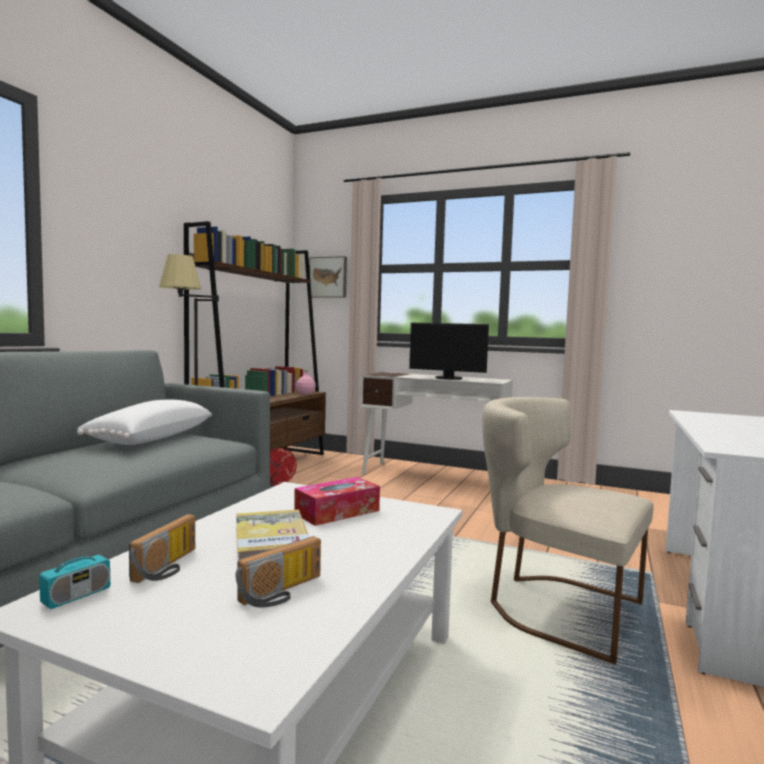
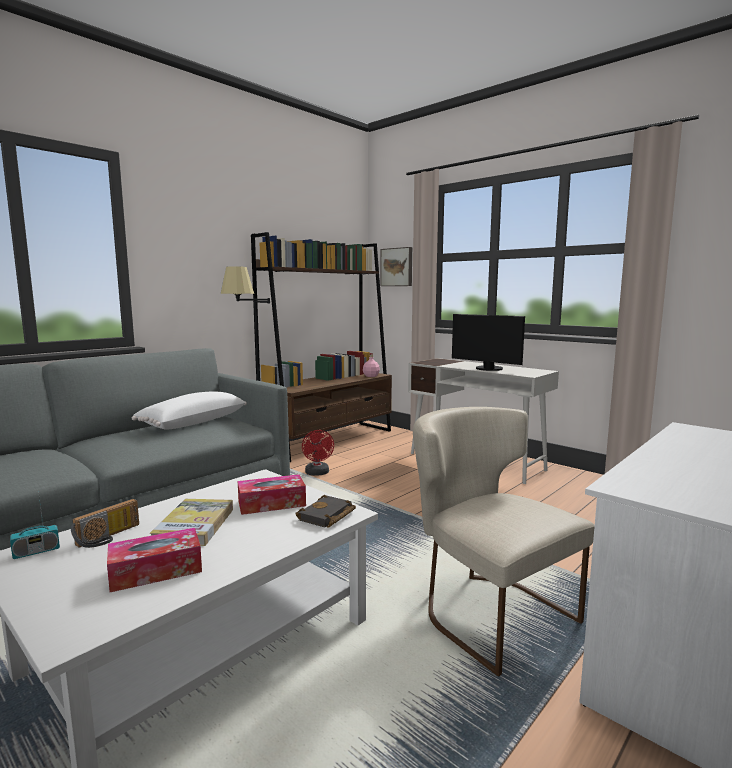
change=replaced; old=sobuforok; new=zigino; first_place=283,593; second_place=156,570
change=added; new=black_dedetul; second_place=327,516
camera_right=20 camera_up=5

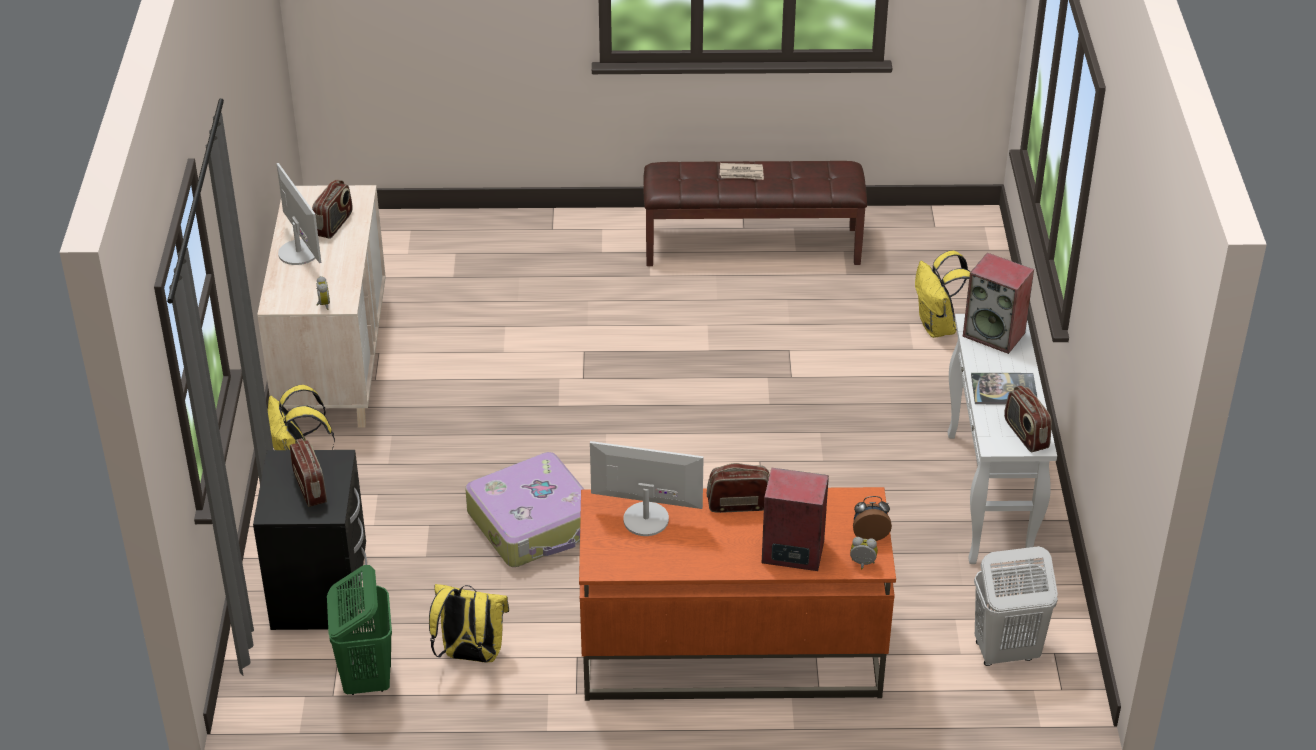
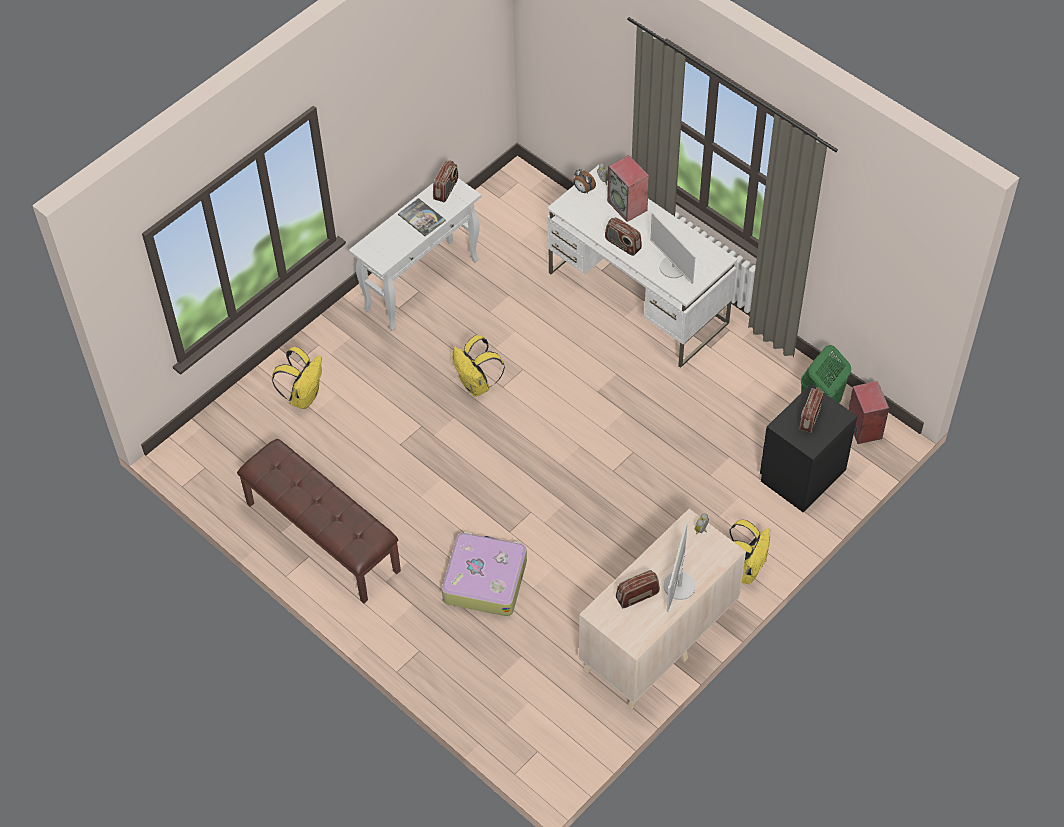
change=removed; old=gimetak; first_place=741,173
change=moved; old=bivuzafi; first_place=995,334; second_place=863,427
change=moved; old=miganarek; first_place=534,523; second_place=484,580
change=recoloured; old=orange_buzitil; new=white_buzitil; first_place=729,653; second_place=638,298
change=removed; old=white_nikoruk; first_place=1005,652
change=moved; old=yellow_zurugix; first_place=470,655; second_place=477,385
camera_right=-135 camera_up=15

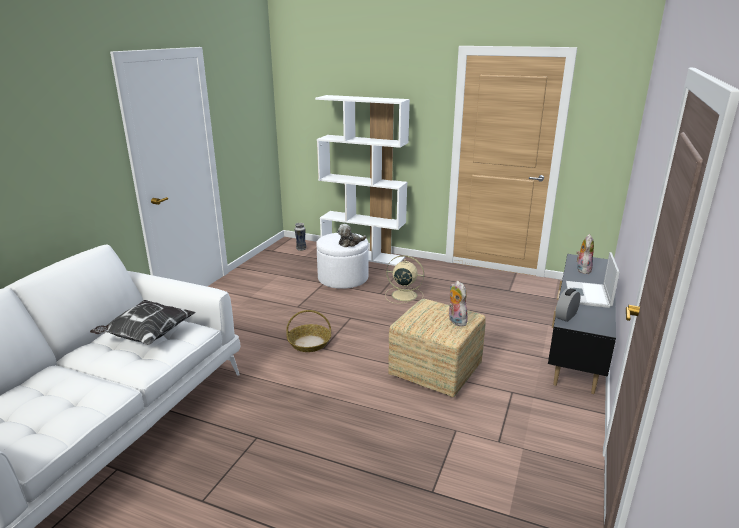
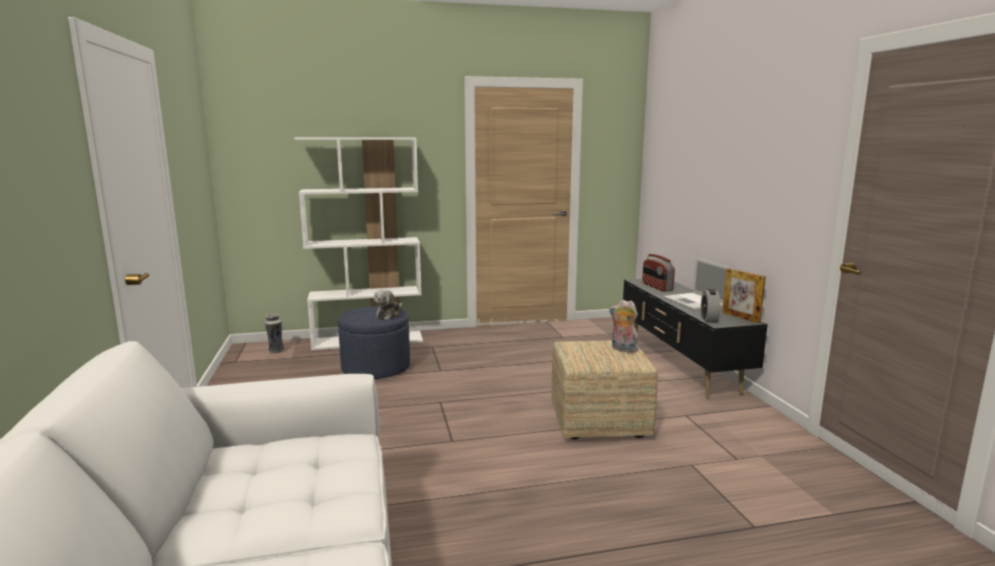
change=recoloured; old=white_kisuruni; new=blue_kisuruni; first_place=343,278; second_place=376,367
change=replaced; old=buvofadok; new=sobuforok; first_place=582,269; second_place=656,287
change=removed; old=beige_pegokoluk; first_place=403,295
change=removed; old=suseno; first_place=146,336
change=removed; old=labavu; first_place=309,343
change=added; new=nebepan; second_place=740,317
camera_right=-35 camera_up=-10

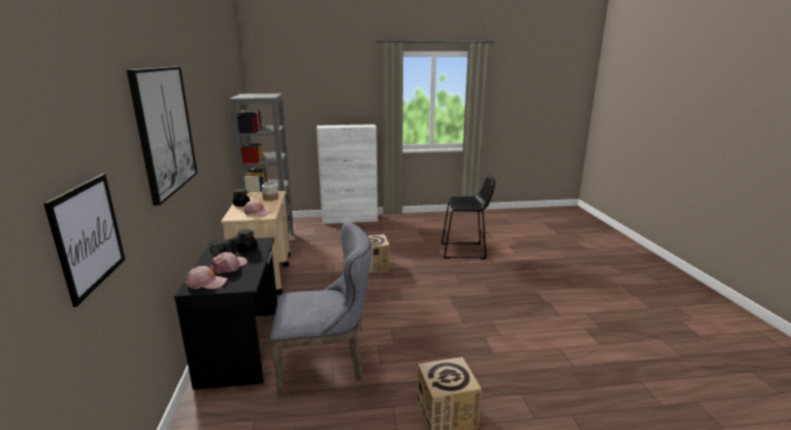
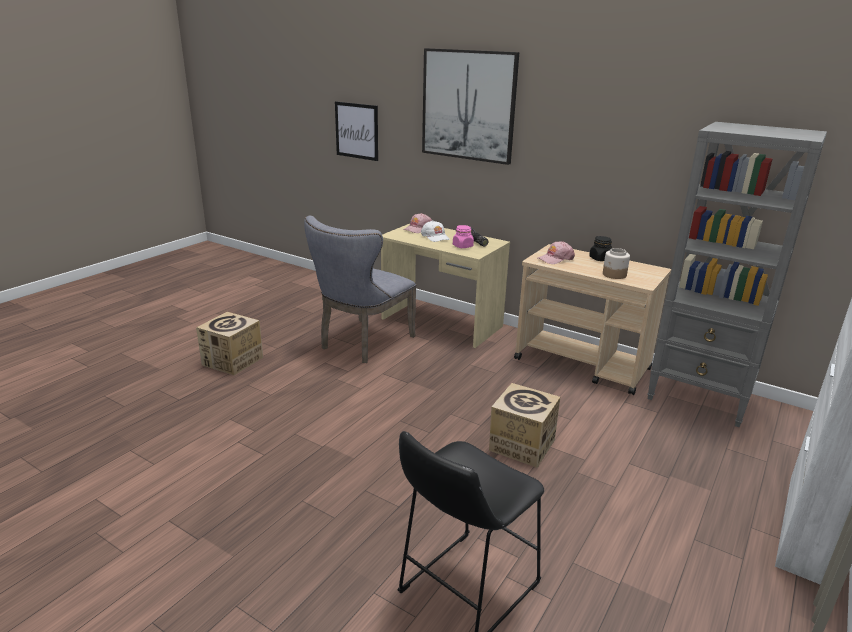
change=recoloured; old=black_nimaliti; new=pink_nimaliti; first_place=247,249; second_place=463,246
change=recoloured; old=black_buzitil; new=beige_buzitil; first_place=242,346; second_place=441,323
change=recoloured; old=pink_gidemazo; new=white_gidemazo; first_place=229,266; second_place=435,237
camera_right=130 camera_up=5

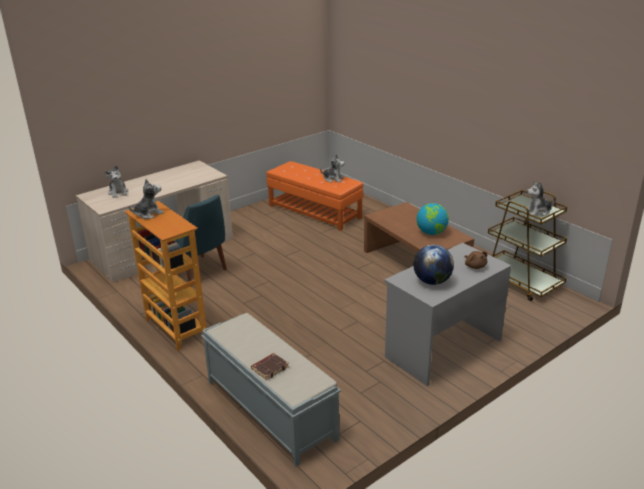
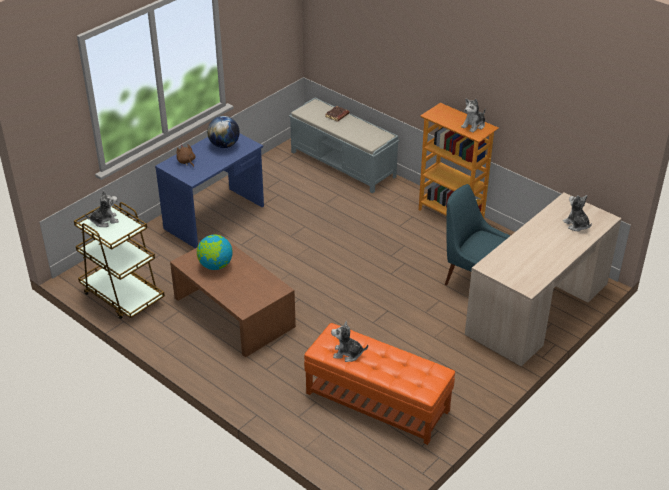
change=recoloured; old=grey_buzitil; new=blue_buzitil; first_place=442,348; second_place=215,218
camera_right=170 camera_up=10

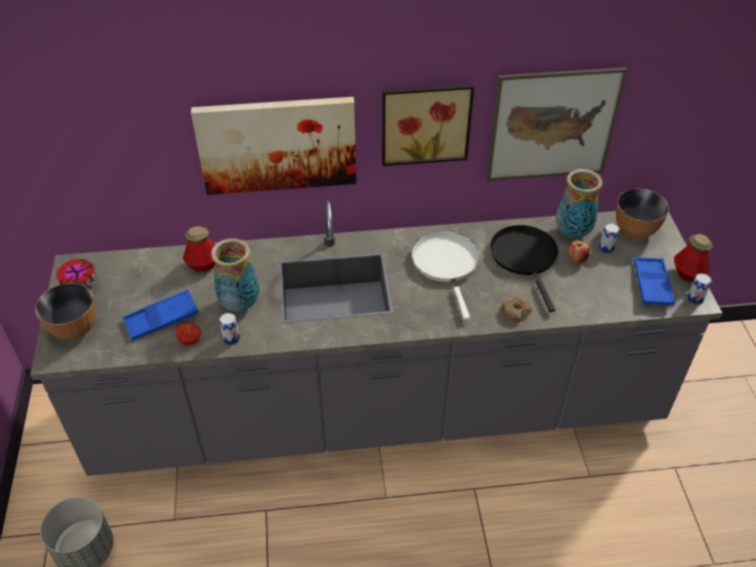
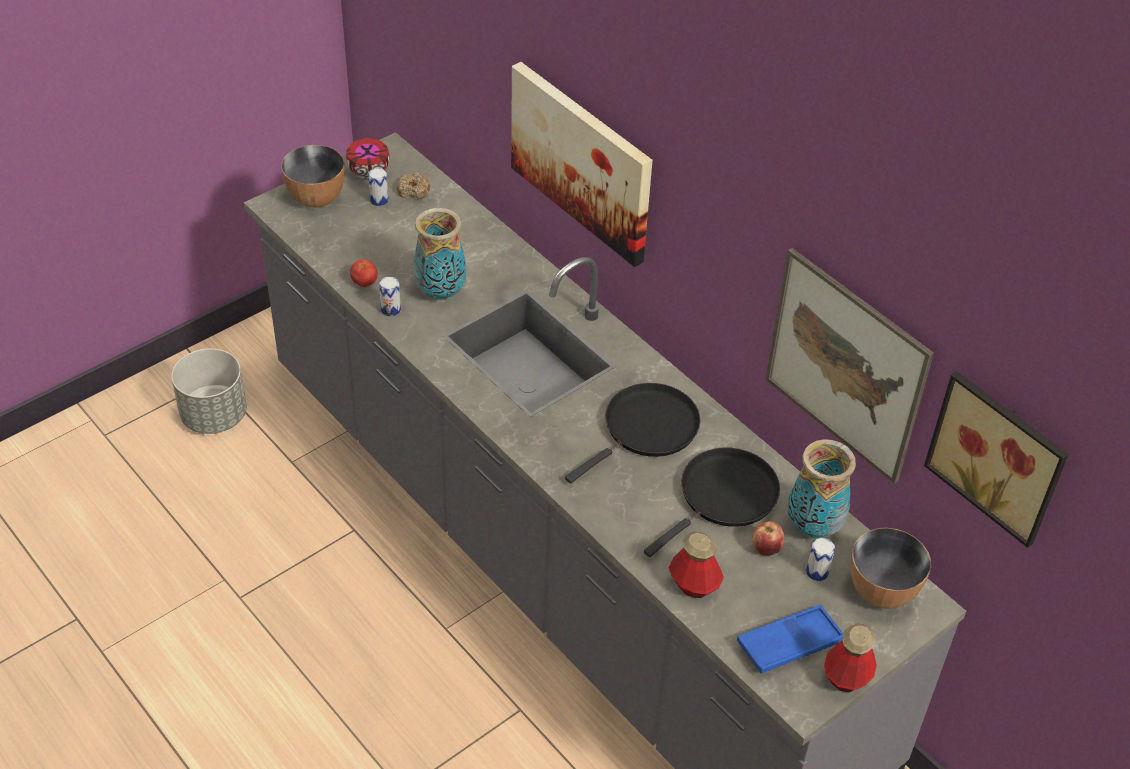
change=moved; old=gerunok; first_place=425,122; second_place=999,455
change=moved; old=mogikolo; first_place=203,265; second_place=694,585
change=recoloured; old=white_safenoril; new=black_safenoril; first_place=446,264; second_place=646,429
change=moved; old=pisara; first_place=695,299; second_place=379,200
change=removed; old=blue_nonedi; first_place=161,319
change=moved; old=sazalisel; first_place=516,312; second_place=414,191
camera_right=55 camera_up=0

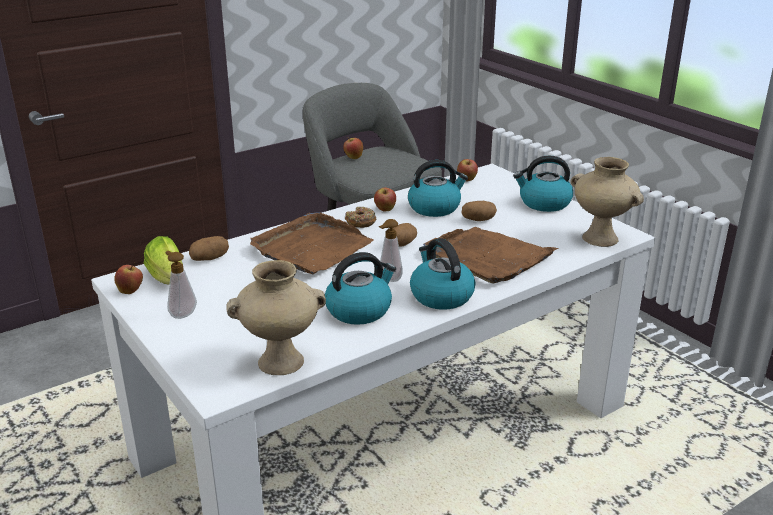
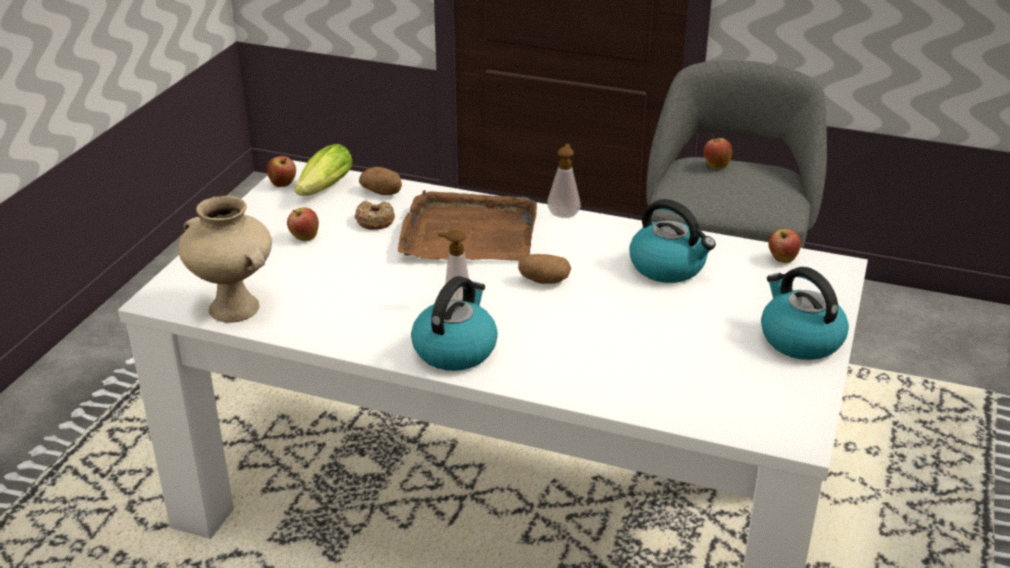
change=removed; old=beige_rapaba; first_place=601,238
change=moved; old=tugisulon; first_place=385,210; second_place=304,238
change=removed; old=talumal; first_place=478,220
change=moved; old=sazalisel; first_place=361,222; second_place=374,221
change=removed; old=brown_nonedi; first_place=488,257
change=moved; old=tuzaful; first_place=182,314; second_place=563,214
change=removed; old=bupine; first_place=359,310
camera_right=55 camera_up=5

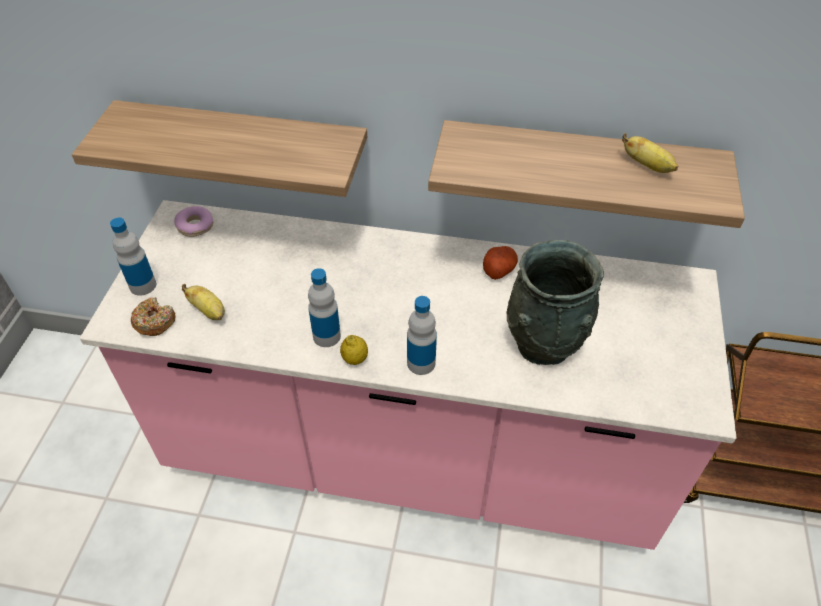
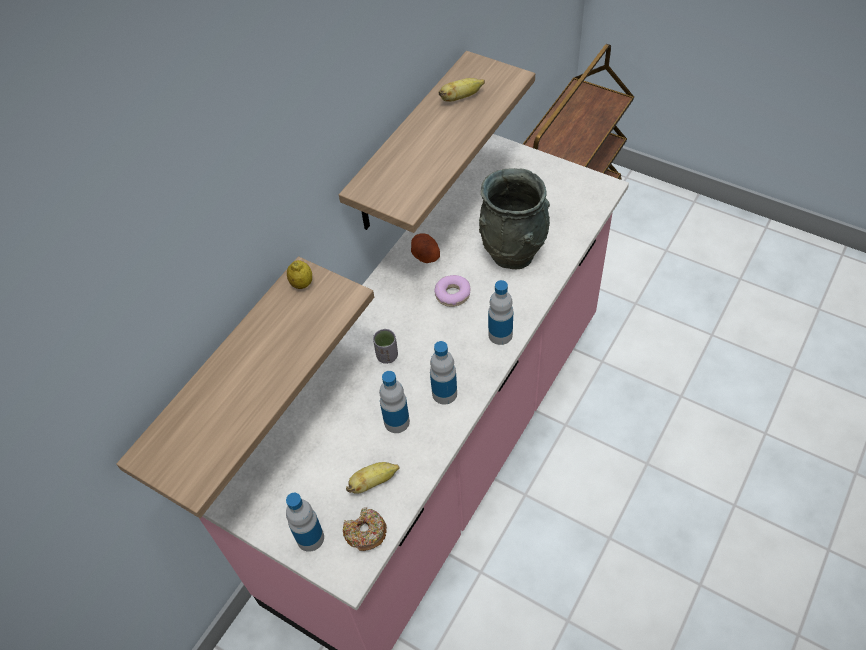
change=moved; old=sazalisel; first_place=195,226; second_place=453,294
change=moved; old=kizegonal; first_place=355,359; second_place=302,284
change=added; new=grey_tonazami; second_place=387,356
change=added; new=mogikolo; second_place=396,421
camera_right=-65 camera_up=5

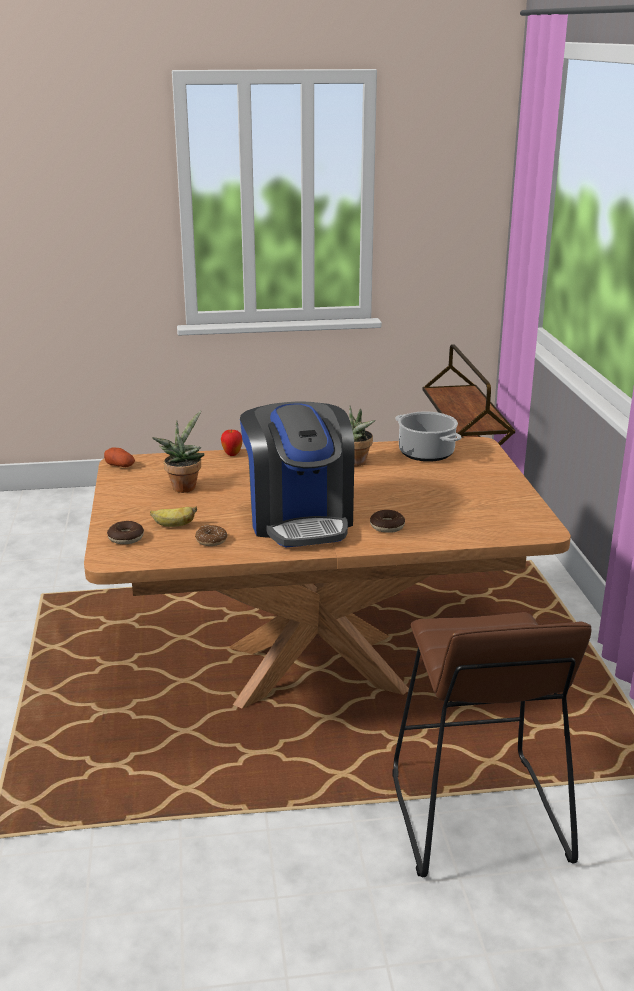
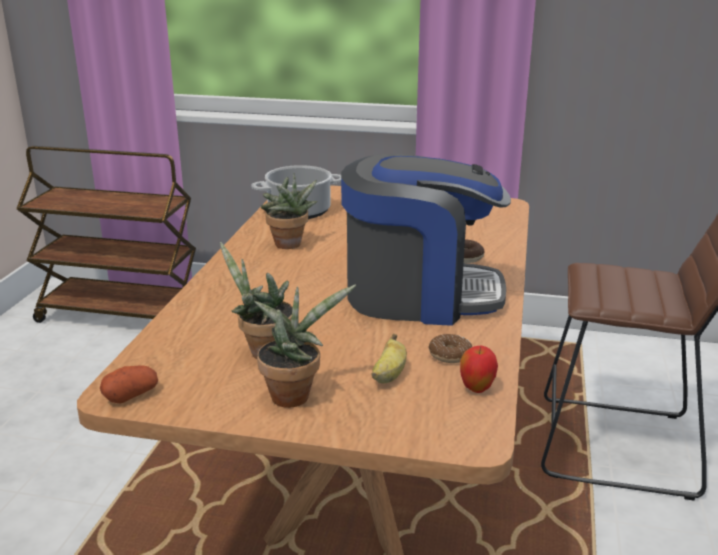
change=moved; old=tugisulon; first_place=232,454; second_place=476,389
change=removed; old=sazalisel; first_place=126,538
change=added; new=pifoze; second_place=294,394
camera_right=-70 camera_up=0

